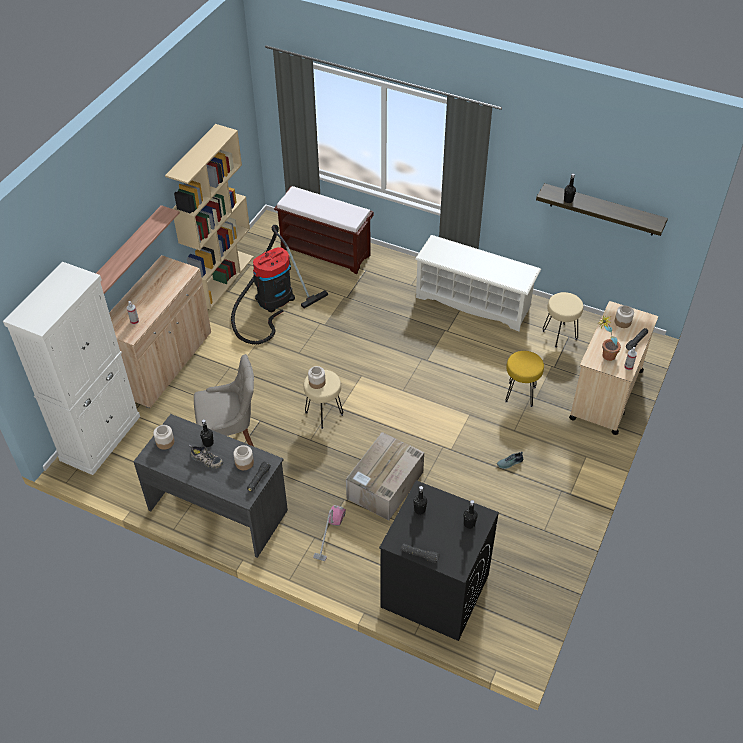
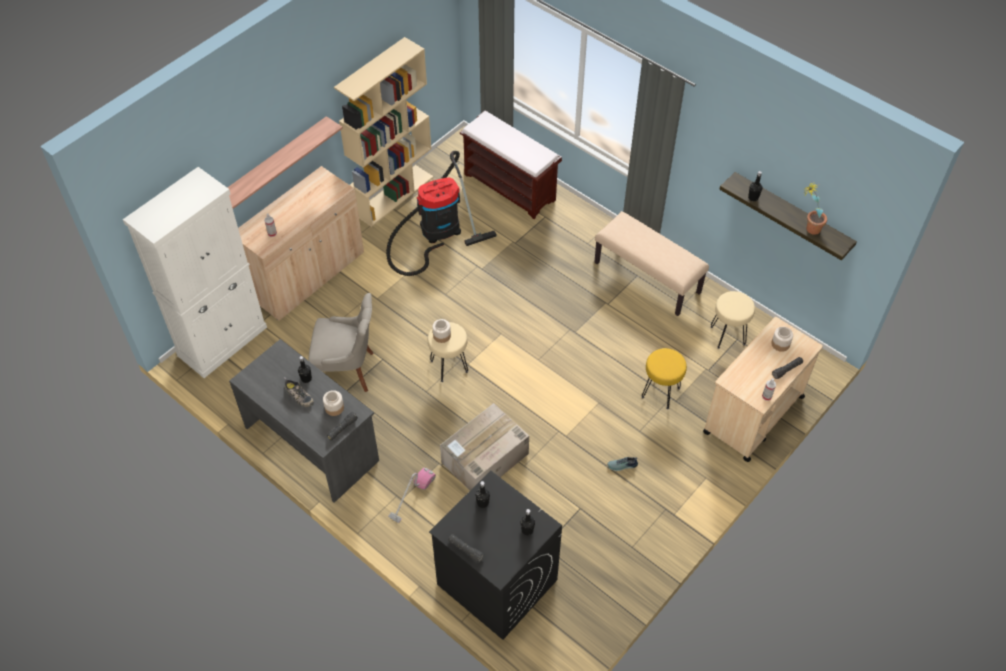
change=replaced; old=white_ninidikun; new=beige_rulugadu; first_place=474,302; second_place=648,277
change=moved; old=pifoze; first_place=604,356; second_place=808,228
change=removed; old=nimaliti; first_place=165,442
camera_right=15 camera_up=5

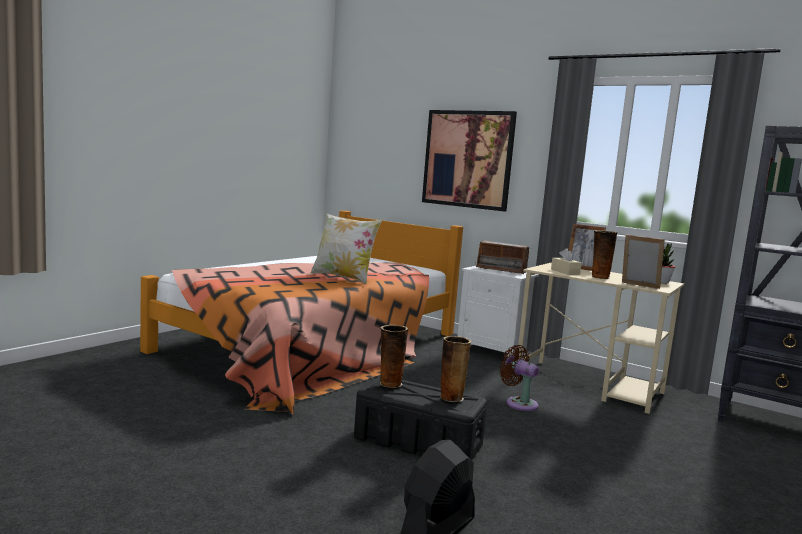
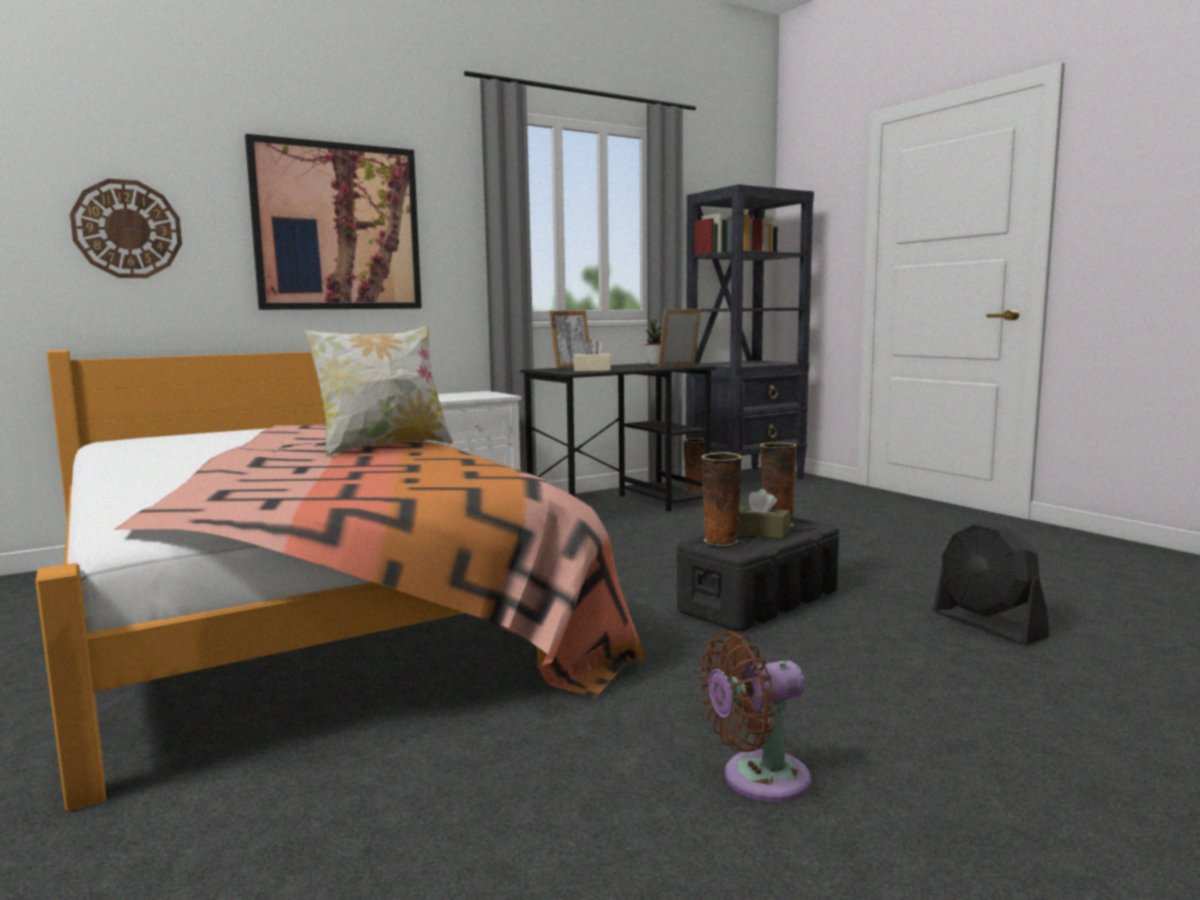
change=moved; old=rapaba; first_place=599,277; second_place=694,489
change=removed; old=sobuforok; first_place=501,270
change=recoloured; old=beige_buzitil; new=black_buzitil; first_place=590,385; second_place=620,506
change=moved; old=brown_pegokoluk; first_place=519,403; second_place=757,779
change=added; new=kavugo; second_place=127,229
change=added; new=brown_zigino; second_place=760,533
camera_right=-65 camera_up=0

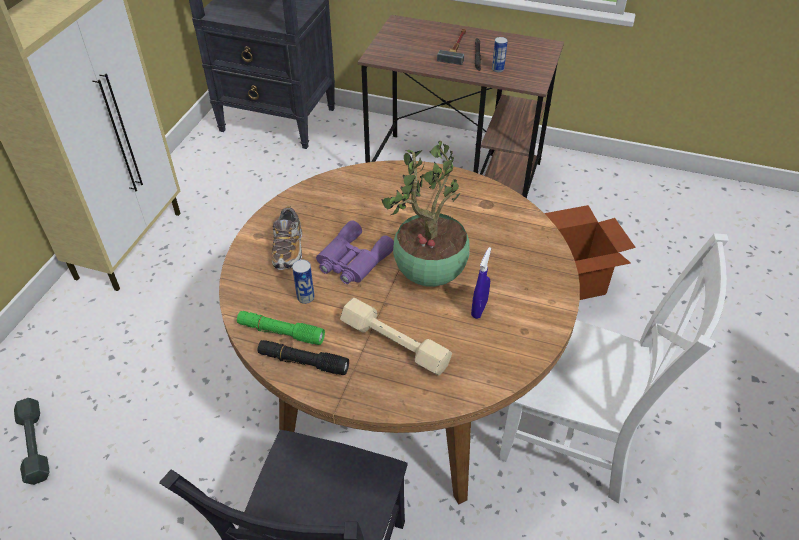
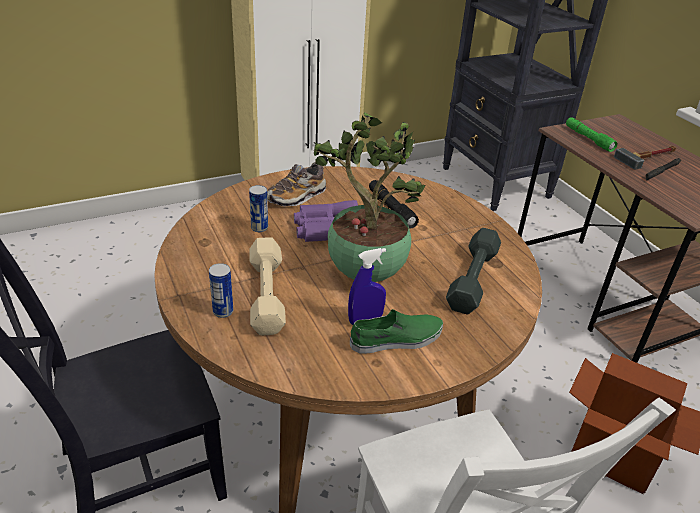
change=moved; old=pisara; first_place=498,69; second_place=223,311
change=moved; old=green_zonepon; first_place=281,332; second_place=588,139
change=moved; old=black_zonepon; first_place=303,362; second_place=391,209
change=moved; old=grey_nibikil; first_place=34,445; second_place=472,278
change=added; new=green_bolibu; second_place=397,339
camera_right=45 camera_up=-10

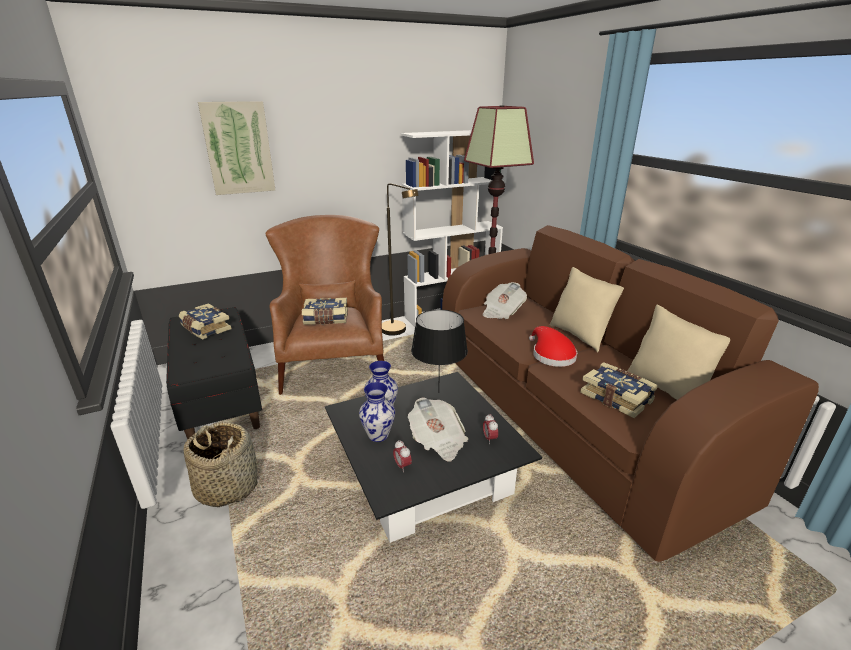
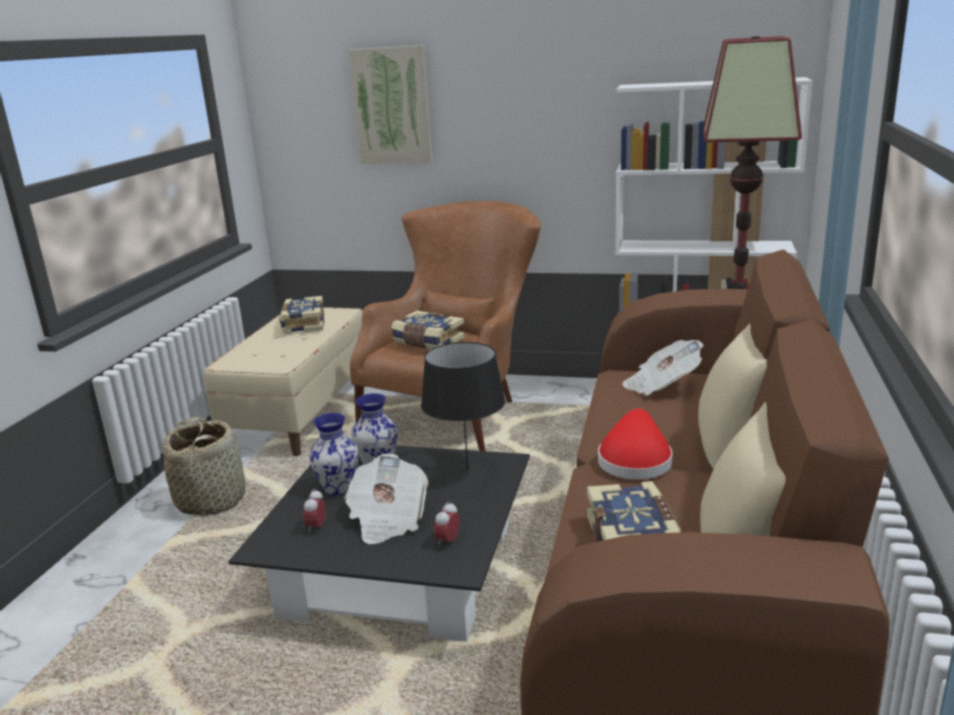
change=removed; old=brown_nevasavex; first_place=398,332
change=recoloured; old=black_rulugadu; new=beige_rulugadu; first_place=220,398; second_place=301,414
camera_right=40 camera_up=-5

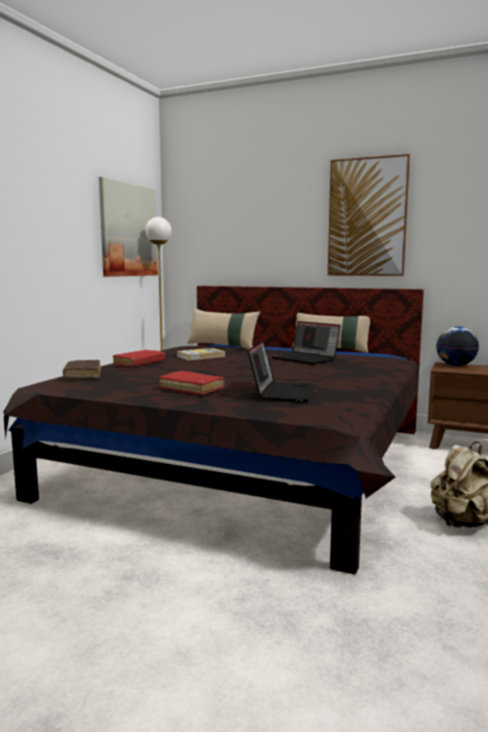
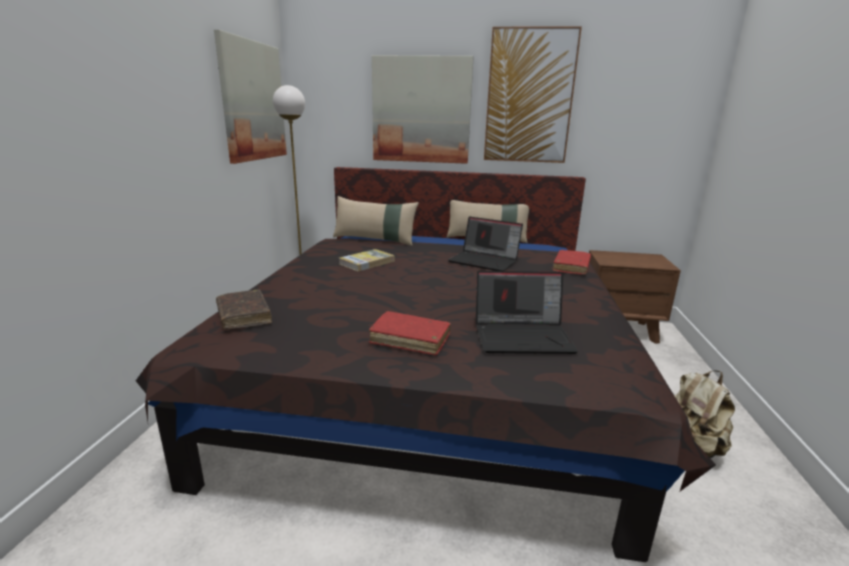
change=removed; old=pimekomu; first_place=456,365
change=turned; old=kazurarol; first_place=283,392; second_place=523,336; degrees=90
change=moved; old=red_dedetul; first_place=139,363; second_place=571,267
change=added; new=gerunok; second_place=421,110
camera_right=-15 camera_up=10

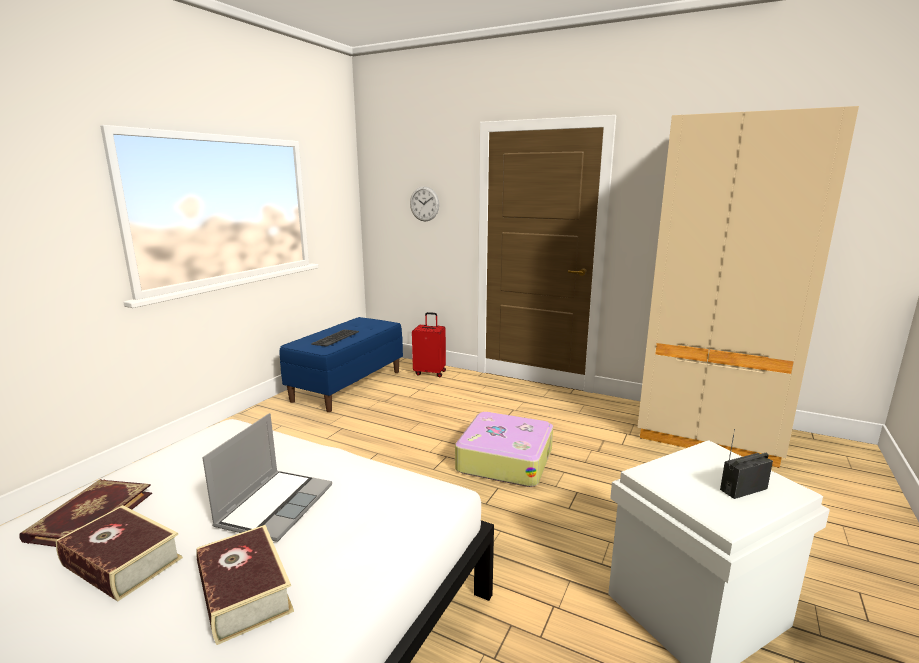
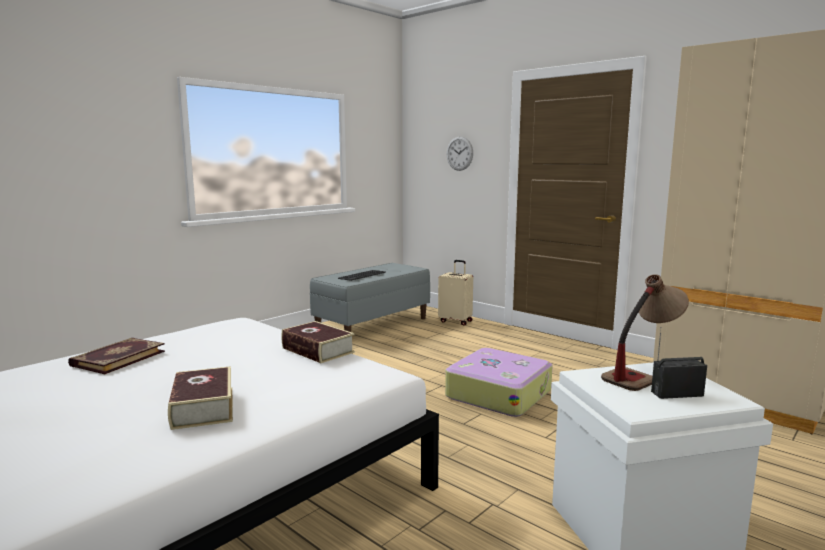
change=recoloured; old=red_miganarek; new=beige_miganarek; first_place=430,372; second_place=456,321
change=recoloured; old=blue_rulugadu; new=grey_rulugadu; first_place=348,385; second_place=373,325
change=removed; old=kazurarol; first_place=275,505
change=moved; old=dedetul; first_place=122,562; second_place=318,350
change=added; new=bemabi; second_place=641,375
camera_right=15 camera_up=-5

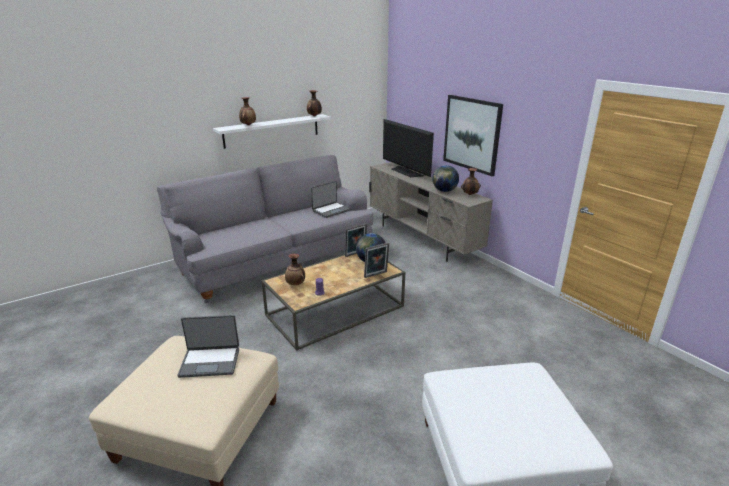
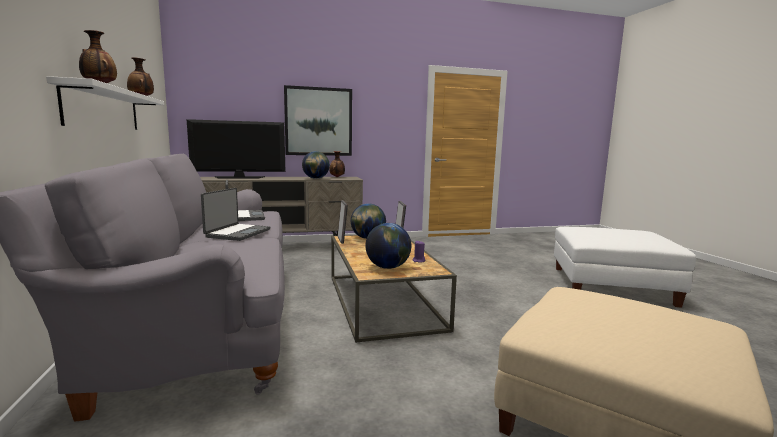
change=replaced; old=rapaba; new=pimekomu; first_place=296,284; second_place=388,267
change=moved; old=kazurarol; first_place=210,361; second_place=237,233
camera_right=-70 camera_up=-15

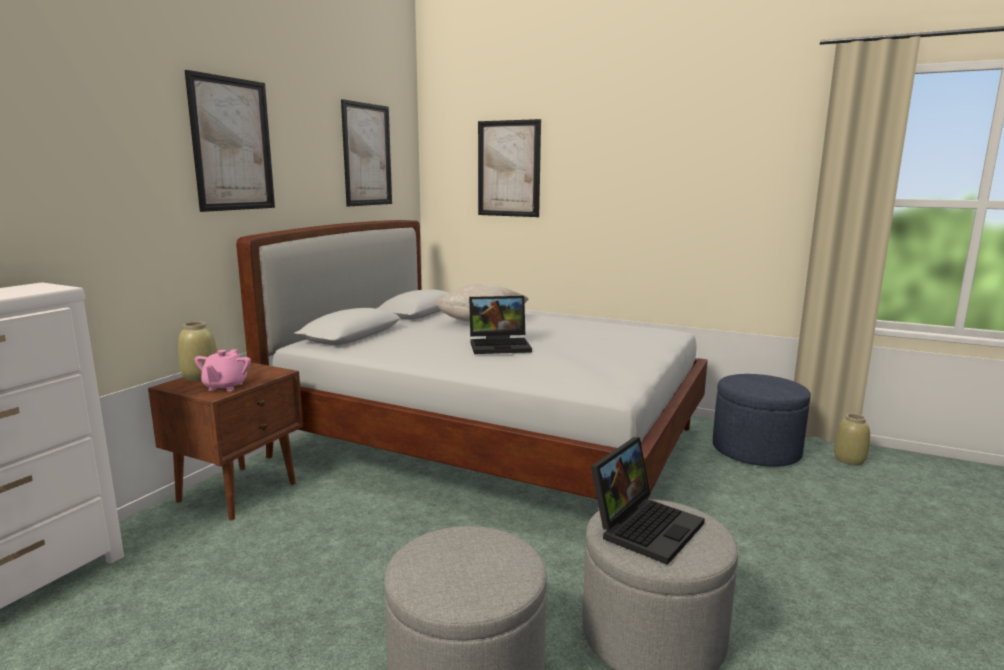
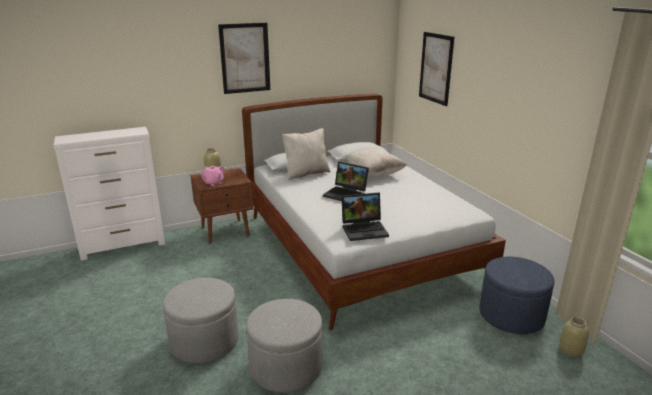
change=removed; old=gerunok; first_place=367,155
change=moved; old=kazurarol; first_place=645,526; second_place=365,229
change=added; new=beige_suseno; second_place=306,173
camera_right=40 camera_up=10

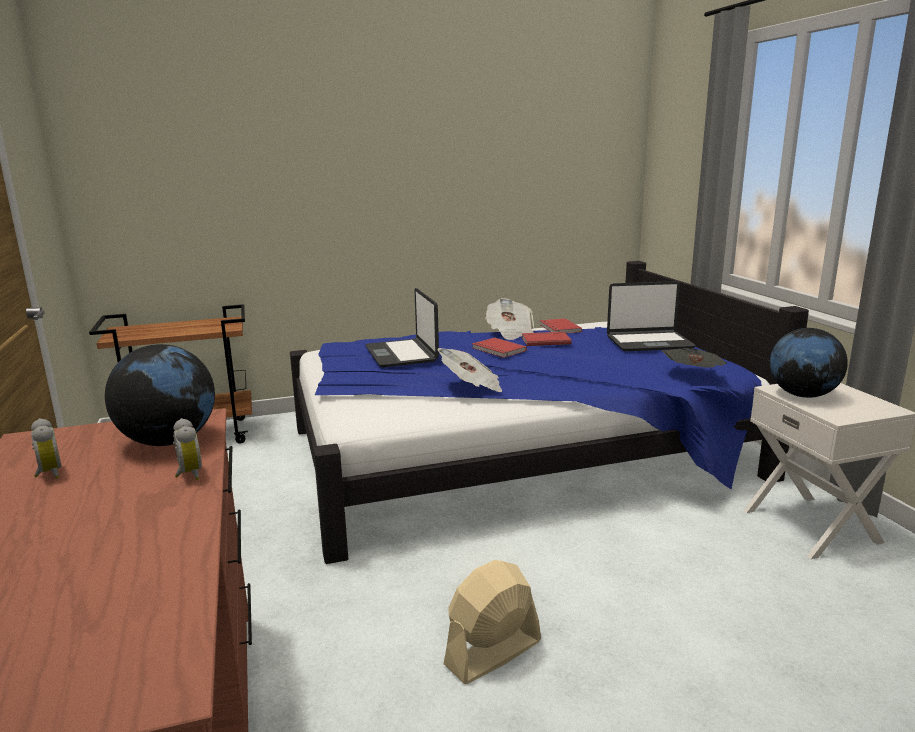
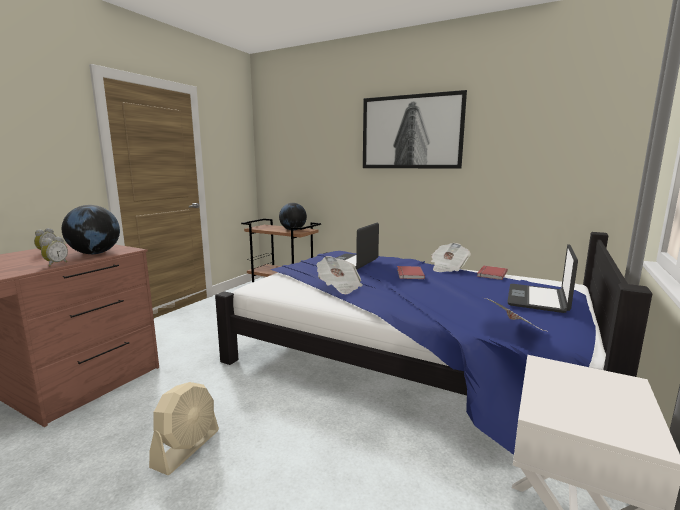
change=turned; old=kazurarol; first_place=649,342; second_place=538,299; degrees=75
change=moved; old=pimekomu; first_place=802,395; second_place=293,230
change=removed; old=red_dedetul; first_place=545,340
change=turned; old=beige_pegokoluk; first_place=492,653; second_place=187,448; degrees=105
change=added; new=gerunok; second_place=411,132
camera_right=45 camera_up=-5

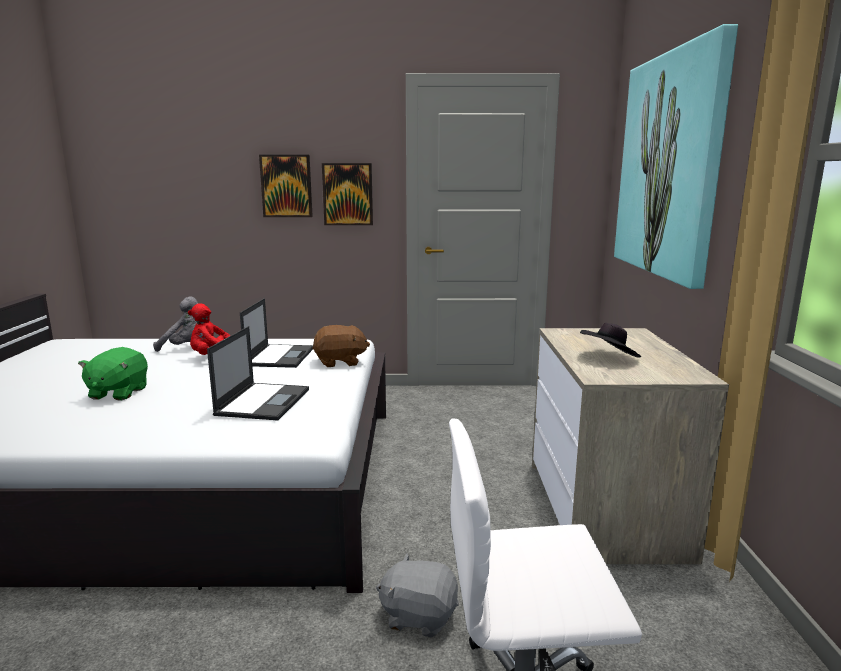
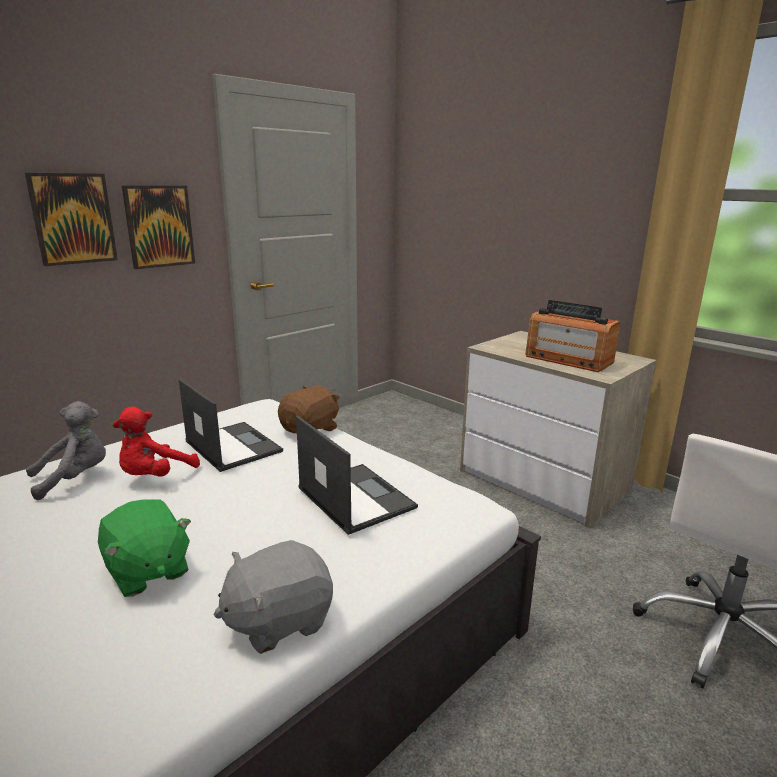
change=removed; old=gerunok; first_place=669,166
change=replaced; old=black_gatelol; new=sobuforok; first_place=609,358; second_place=568,359
change=moved; old=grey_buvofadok; first_place=419,616; second_place=278,620
camera_right=-45 camera_up=5

